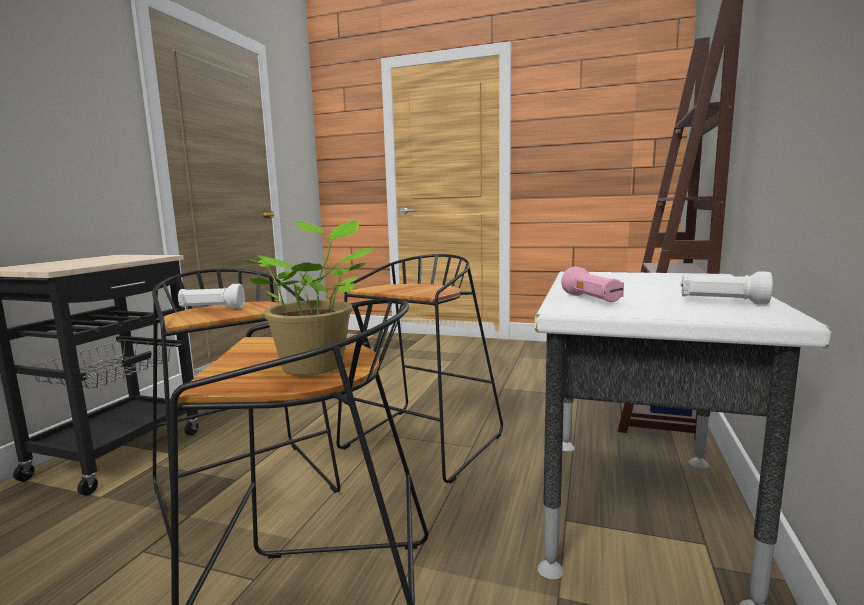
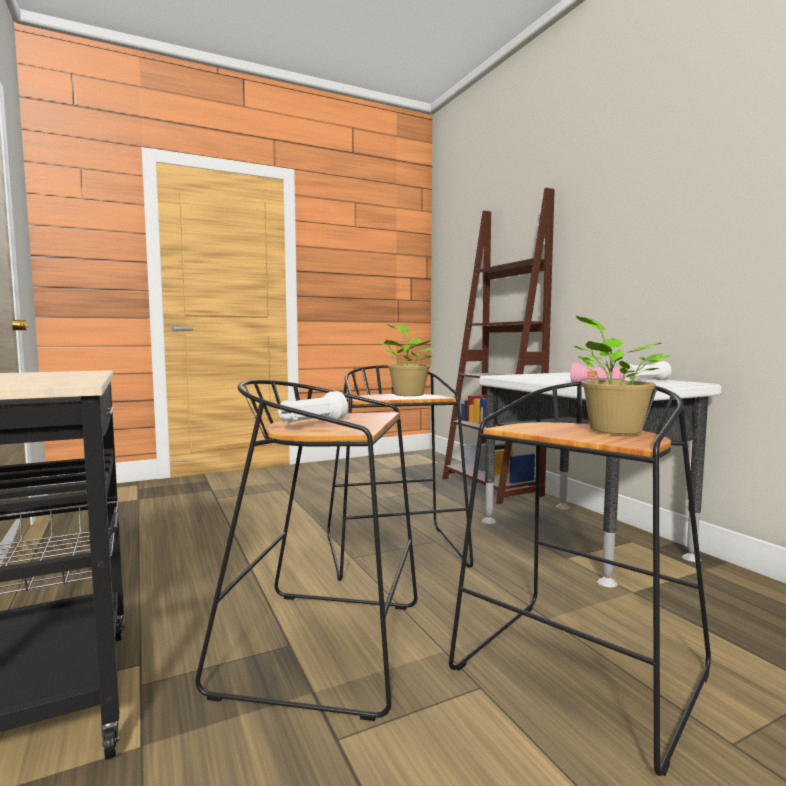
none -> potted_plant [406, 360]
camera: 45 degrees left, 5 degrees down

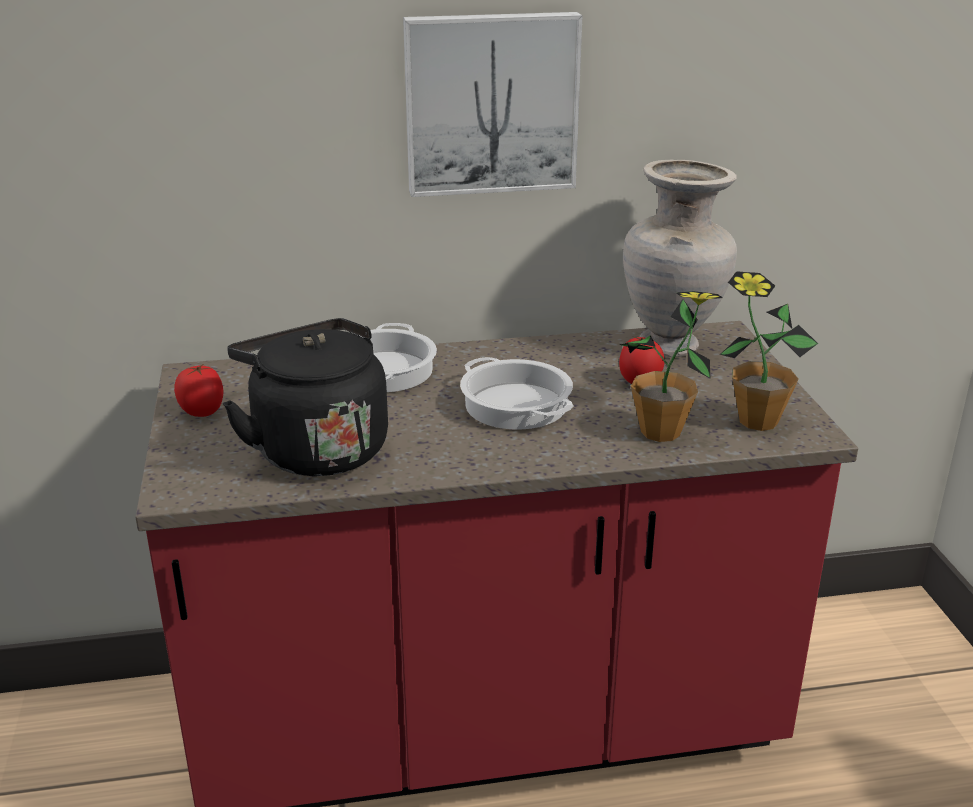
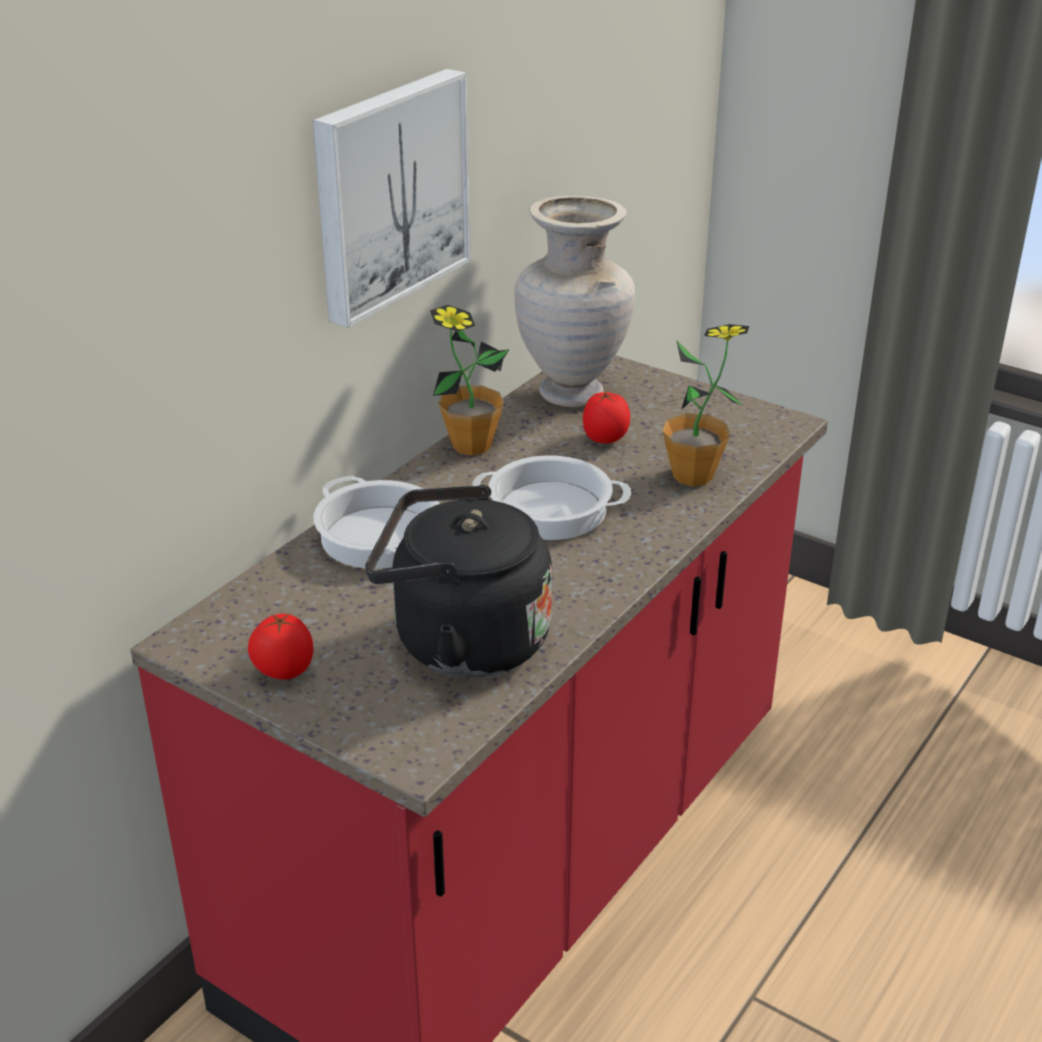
potted_plant [769, 351] -> potted_plant [469, 380], move
camera: 45 degrees left, 5 degrees up

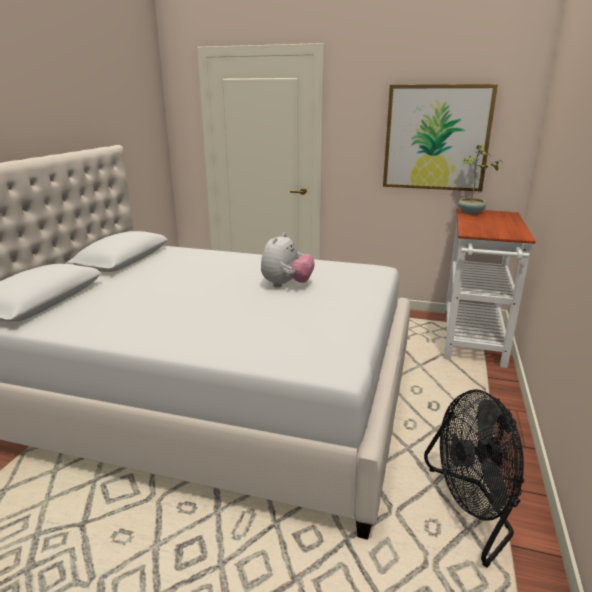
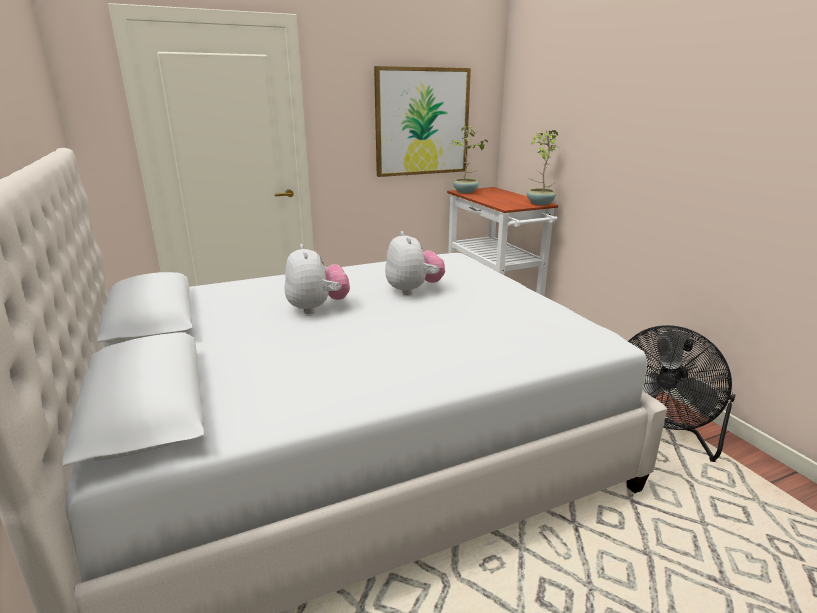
none -> plush_toy [317, 279]
none -> potted_plant [542, 167]
camera: 40 degrees left, 0 degrees up

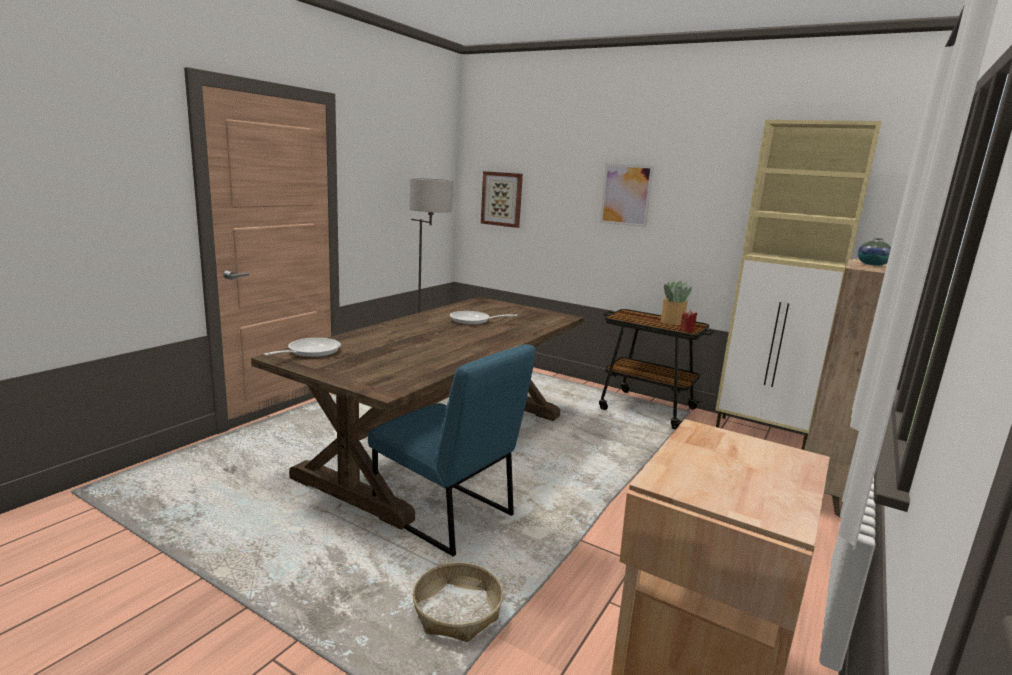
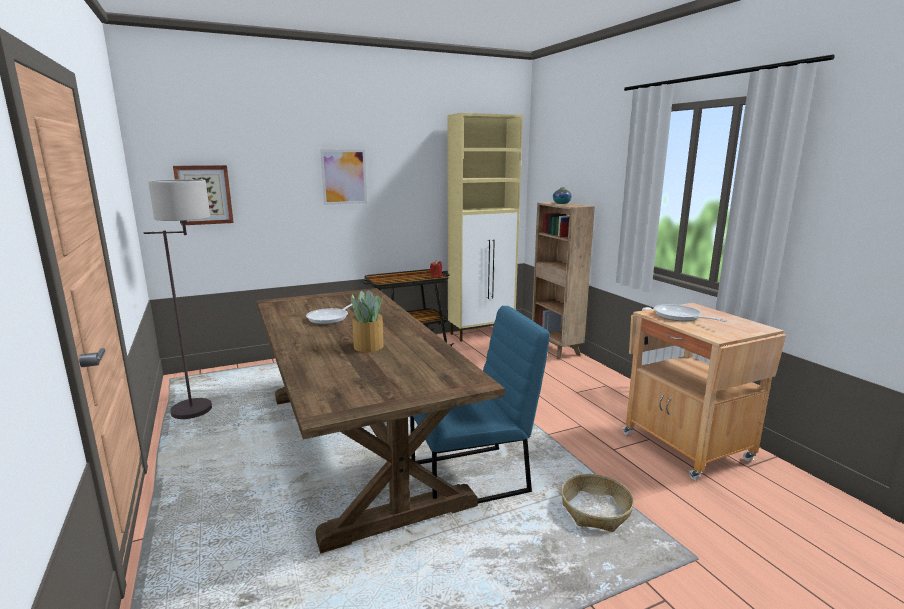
potted_plant [676, 303] -> potted_plant [367, 321], move
frying_pan [302, 347] -> frying_pan [690, 313], move
camera: 55 degrees left, 0 degrees up

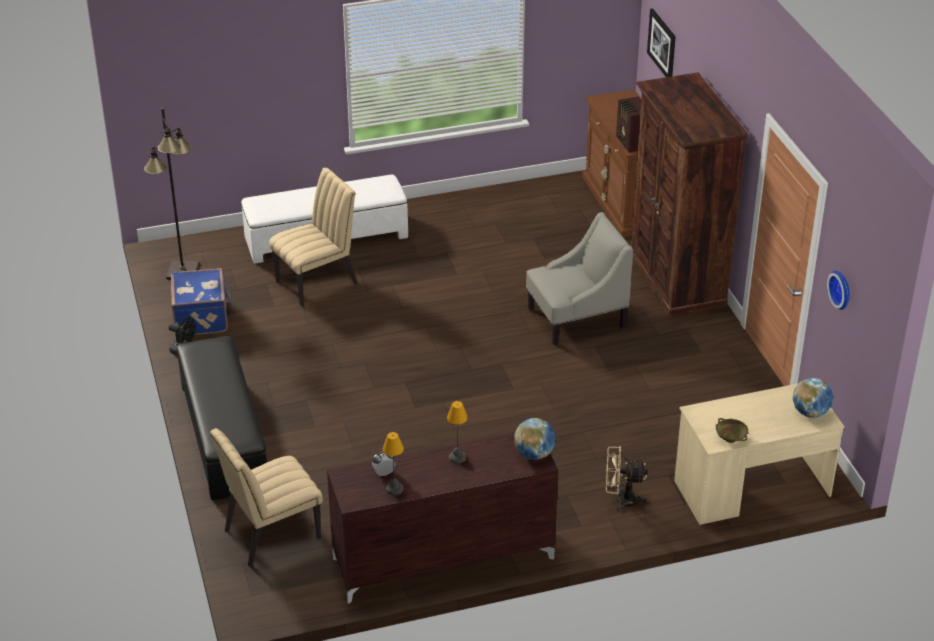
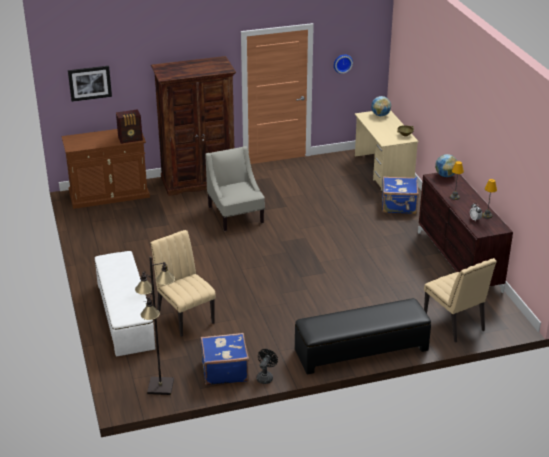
beige_fan [627, 479] -> blue_suitcase [400, 195]
camera: 90 degrees left, 5 degrees down

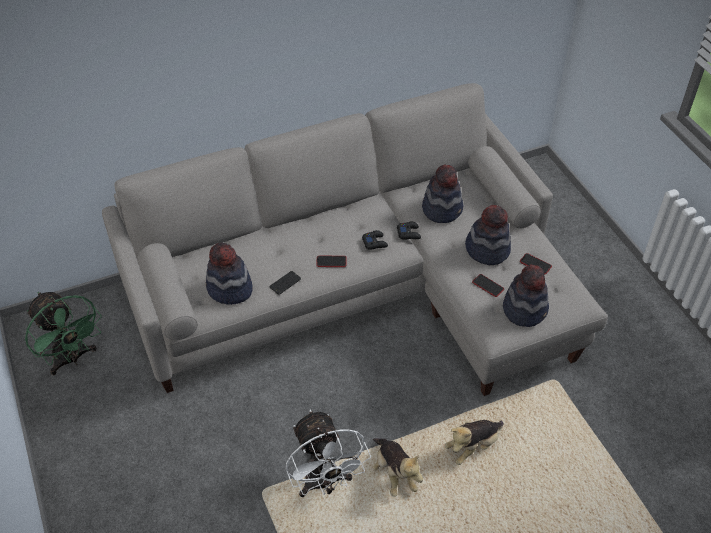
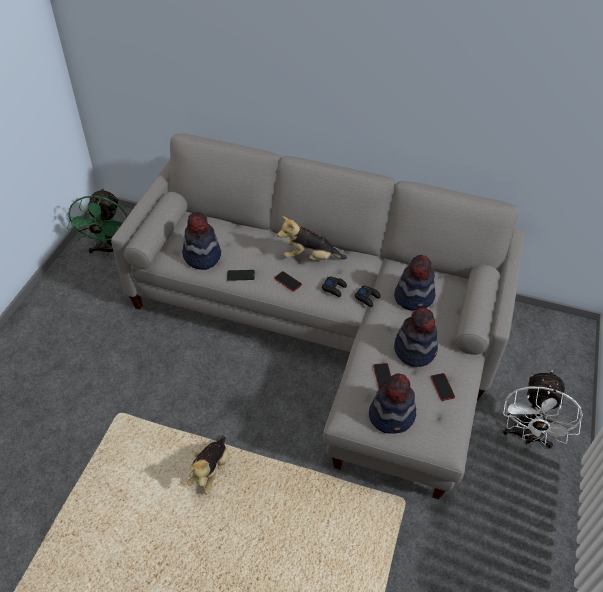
plush_toy [474, 442] -> plush_toy [312, 238], move
white_fan [328, 453] -> white_fan [543, 410], move
camera: 40 degrees right, 0 degrees up

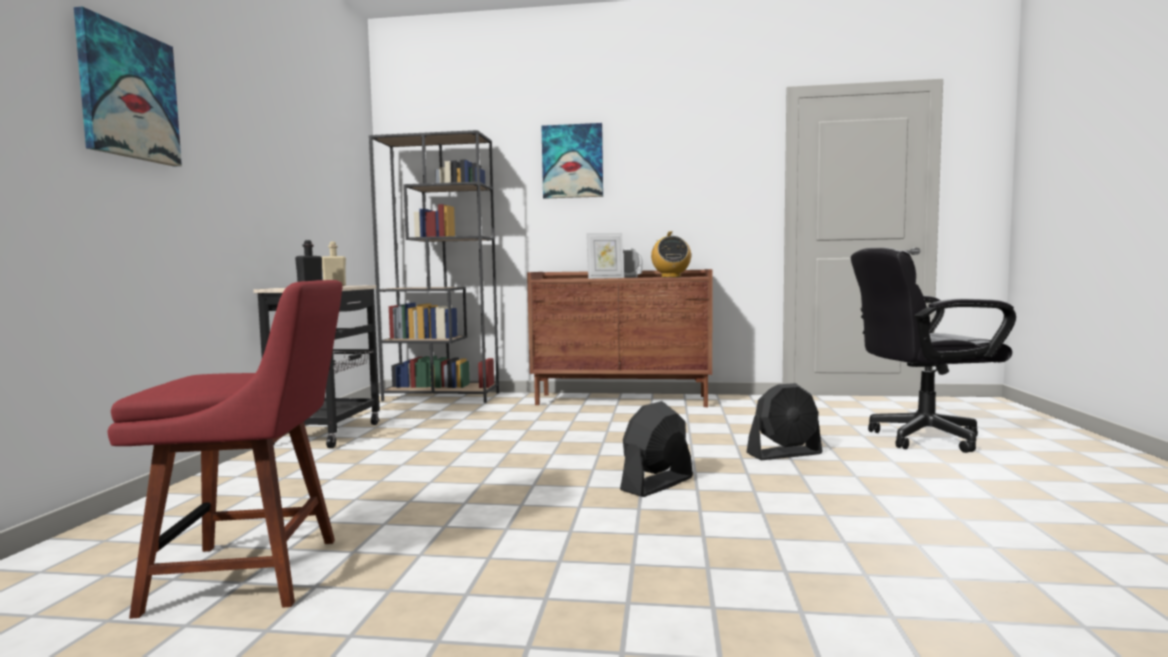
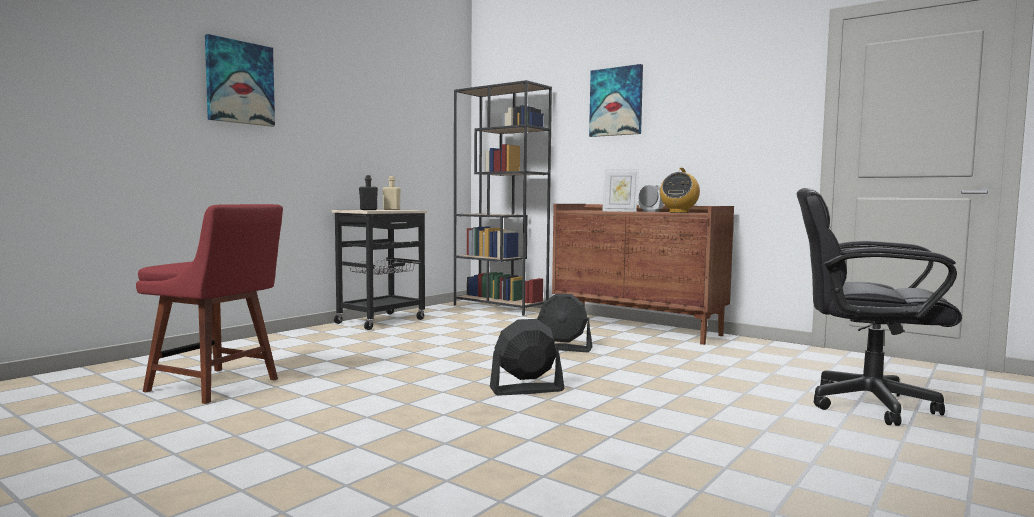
black_fan [785, 421] -> black_fan [565, 322], move
camera: 30 degrees right, 0 degrees up

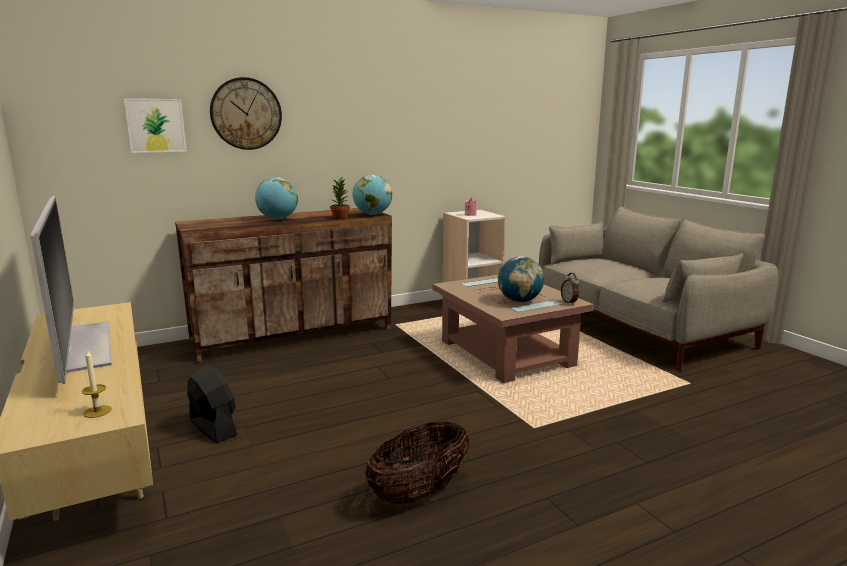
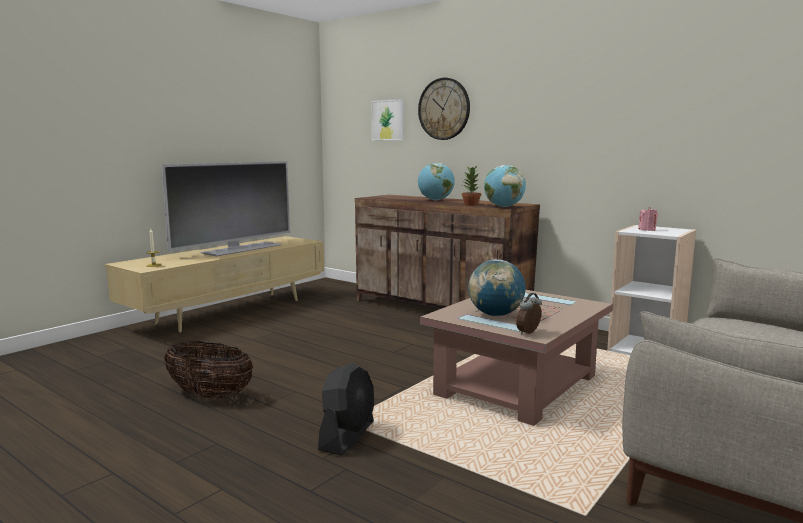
black_fan [212, 404] -> black_fan [346, 409], move
camera: 65 degrees right, 5 degrees down

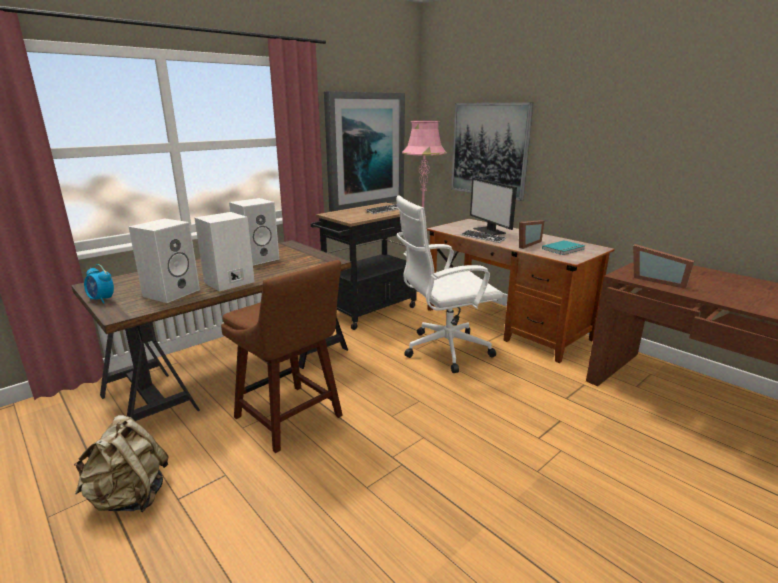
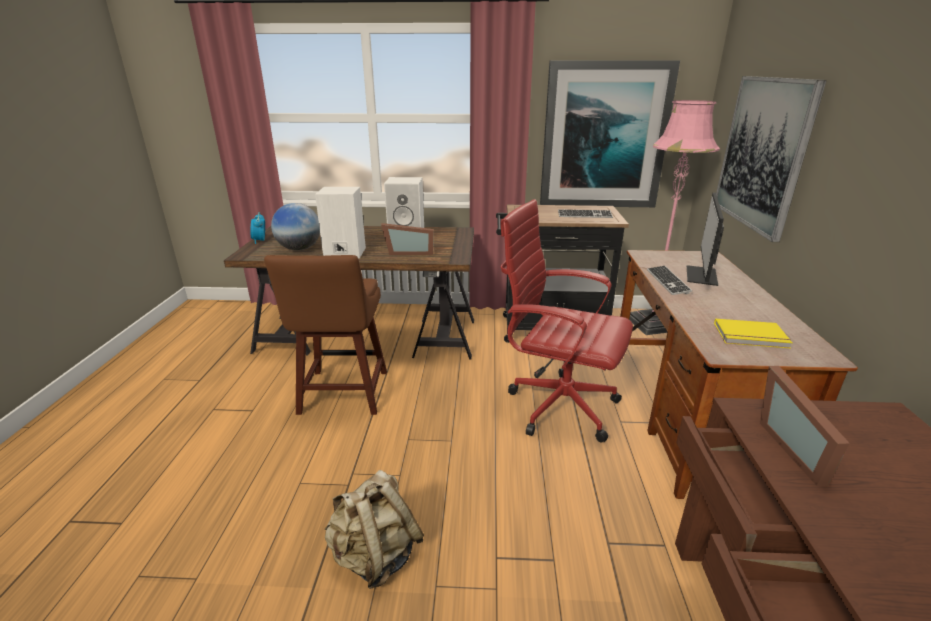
white_speaker [164, 260] -> globe [295, 226]
beige_backpack [121, 463] -> beige_backpack [374, 529], move
picture_frame [531, 234] -> picture_frame [407, 239], move
white_office_chair [449, 284] -> red_office_chair [567, 321]
turquoise_book [563, 247] -> yellow_book [753, 333]
camera: 45 degrees right, 5 degrees up

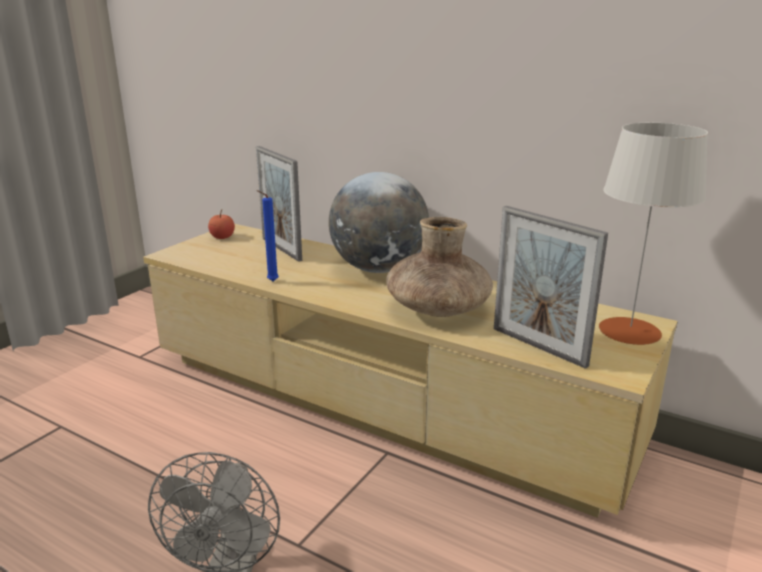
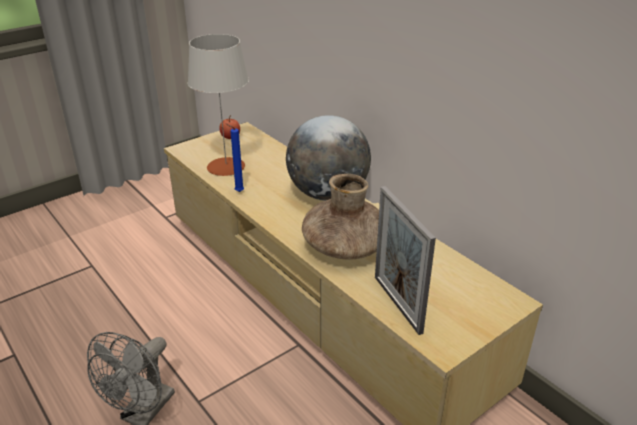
grey_table_lamp [653, 234] -> grey_table_lamp [218, 105], move
picture_frame [279, 204] -> none
camera: 20 degrees right, 10 degrees up

